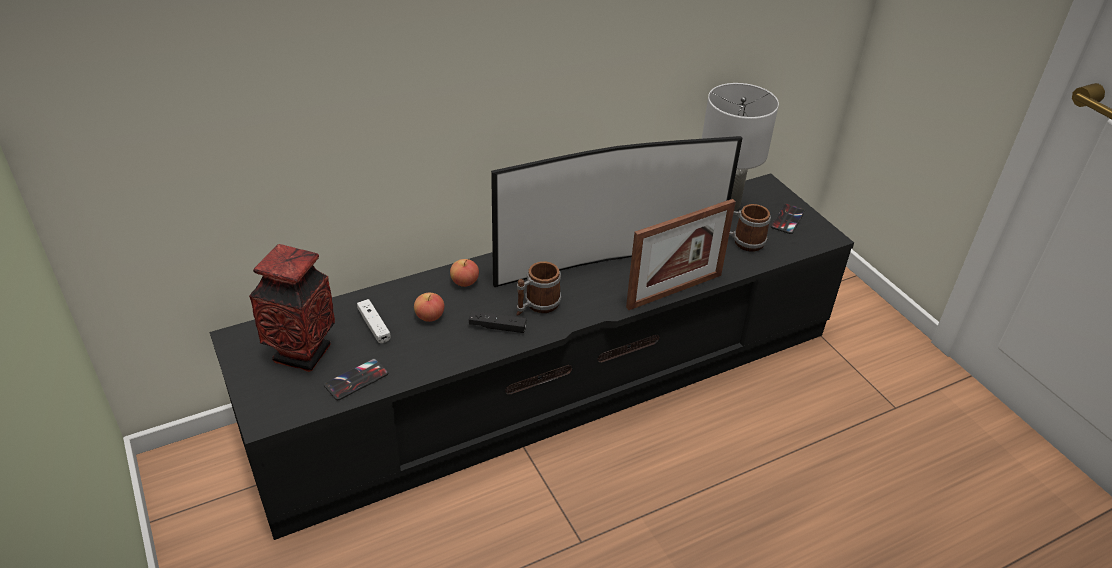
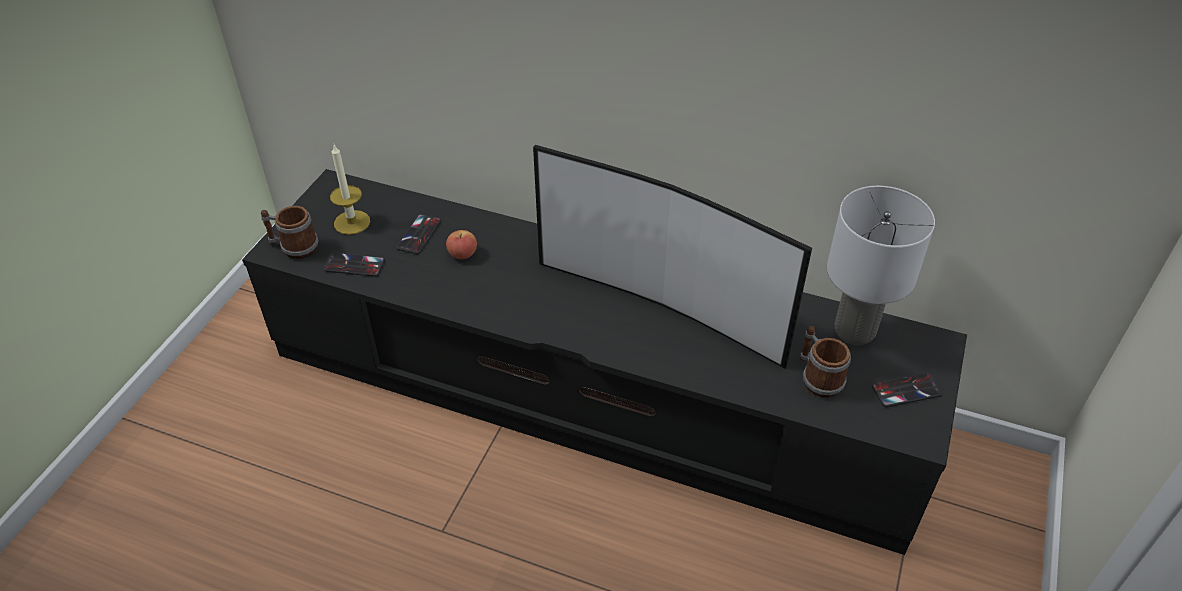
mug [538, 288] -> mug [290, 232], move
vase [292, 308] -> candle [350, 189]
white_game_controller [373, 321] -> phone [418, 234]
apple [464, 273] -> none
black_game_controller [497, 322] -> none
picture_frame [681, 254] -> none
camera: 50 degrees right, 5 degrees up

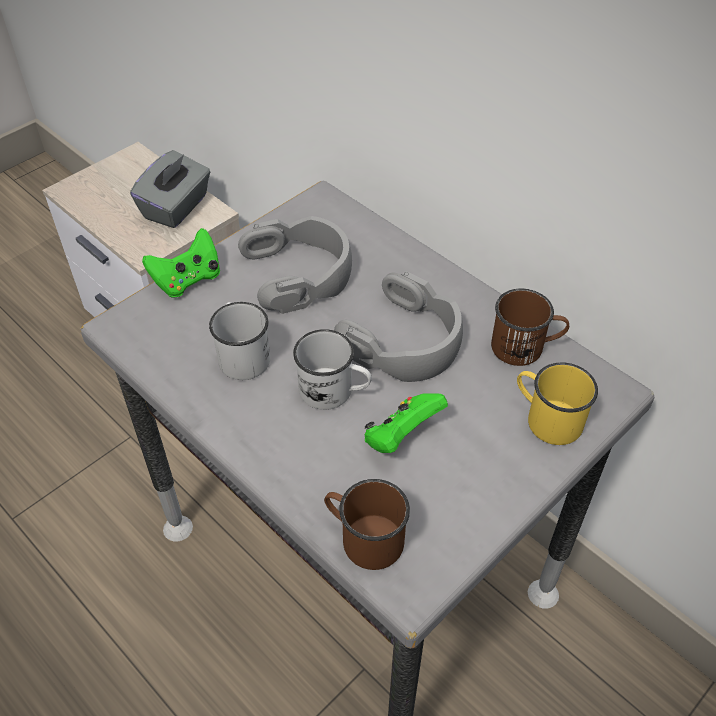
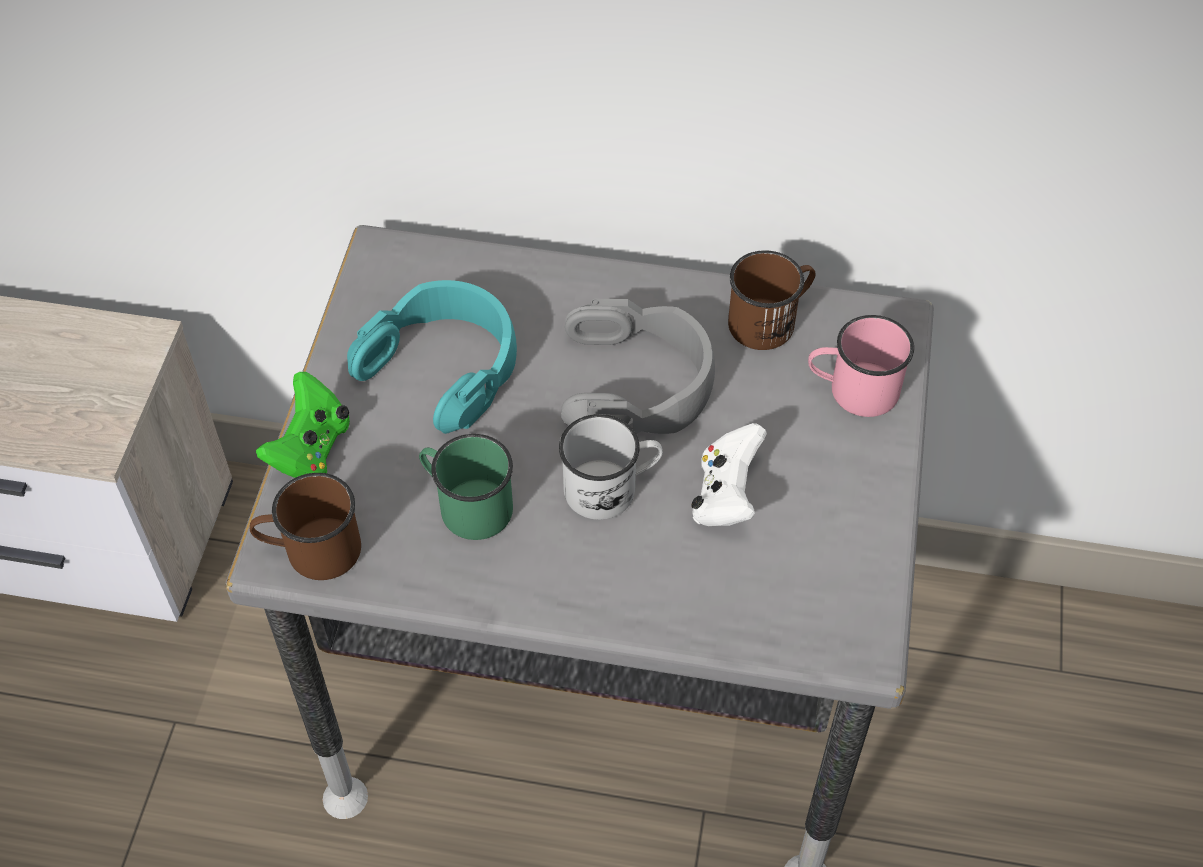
brown_mug [367, 524] -> brown_mug [305, 526], move
grey_headphones [295, 265] -> turquoise_headphones [432, 357]
white_mug [239, 341] -> green_mug [466, 487]
green_game_controller [406, 423] -> white_game_controller [729, 474]
yellow_mug [557, 403] -> pink_mug [861, 366]
grey_tissue_box [170, 189] -> none
camera: 35 degrees left, 5 degrees up

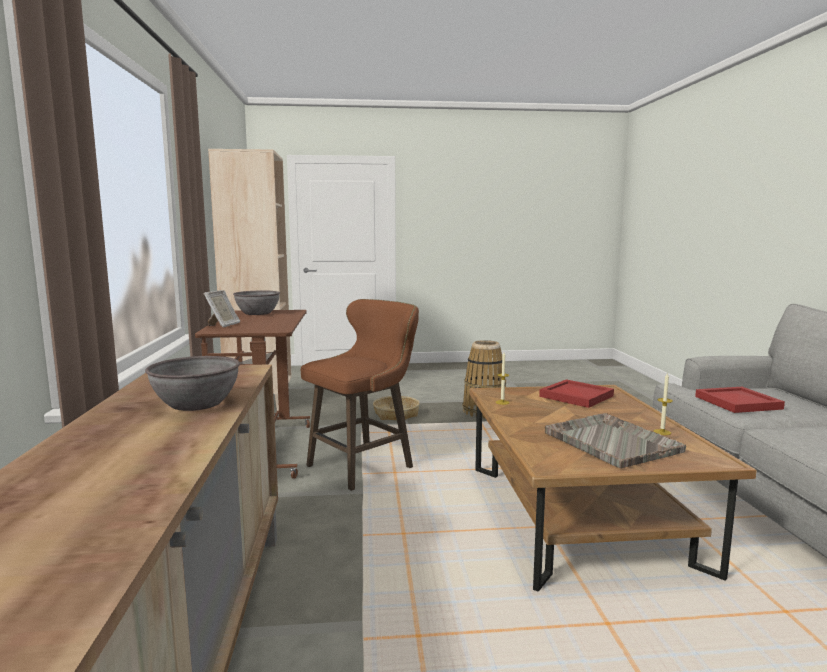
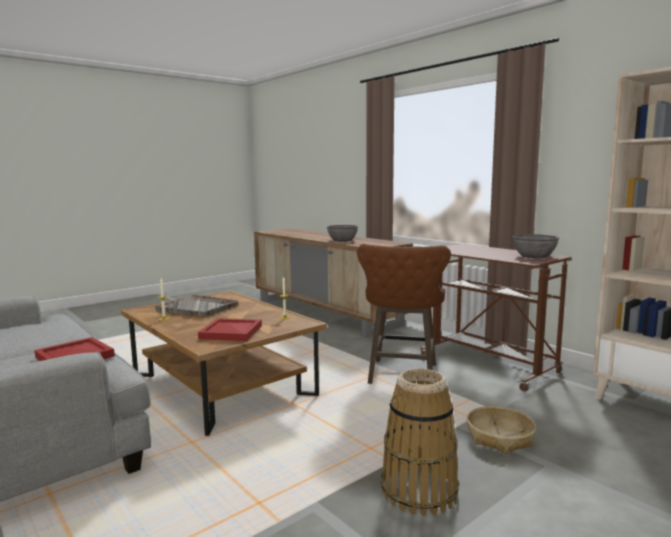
picture_frame [222, 308] -> none
camera: 145 degrees right, 0 degrees up

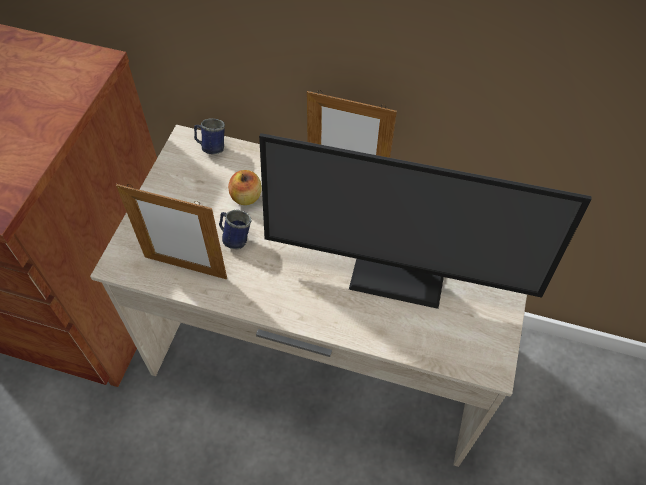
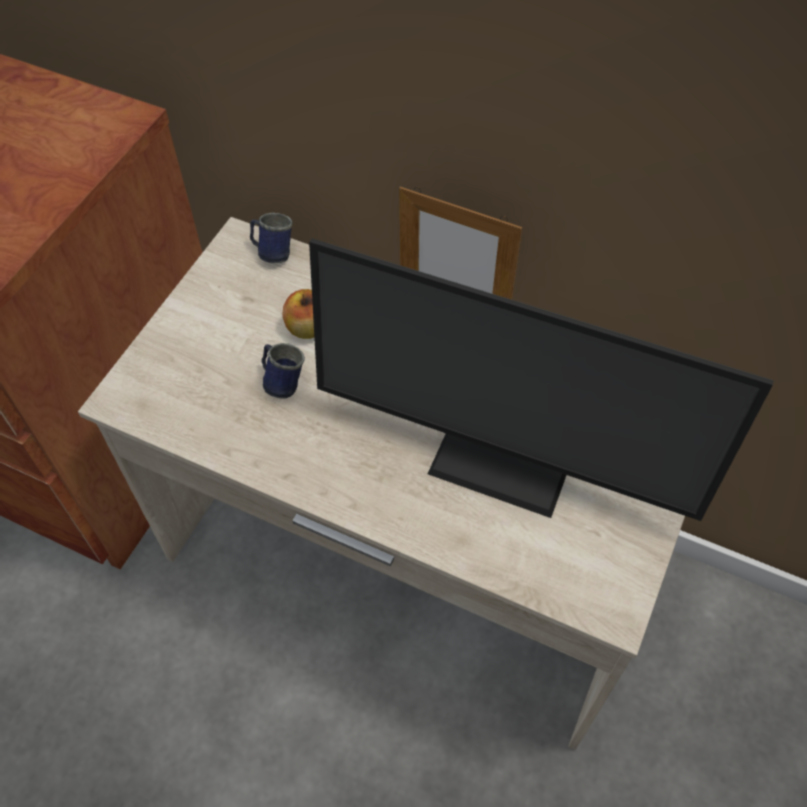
picture_frame [171, 231] -> none
camera: 10 degrees right, 0 degrees up

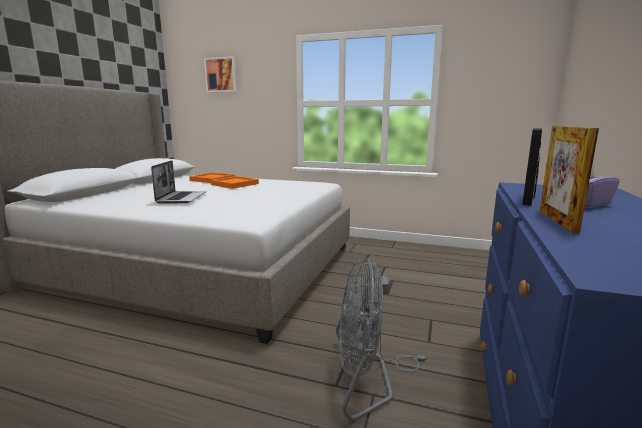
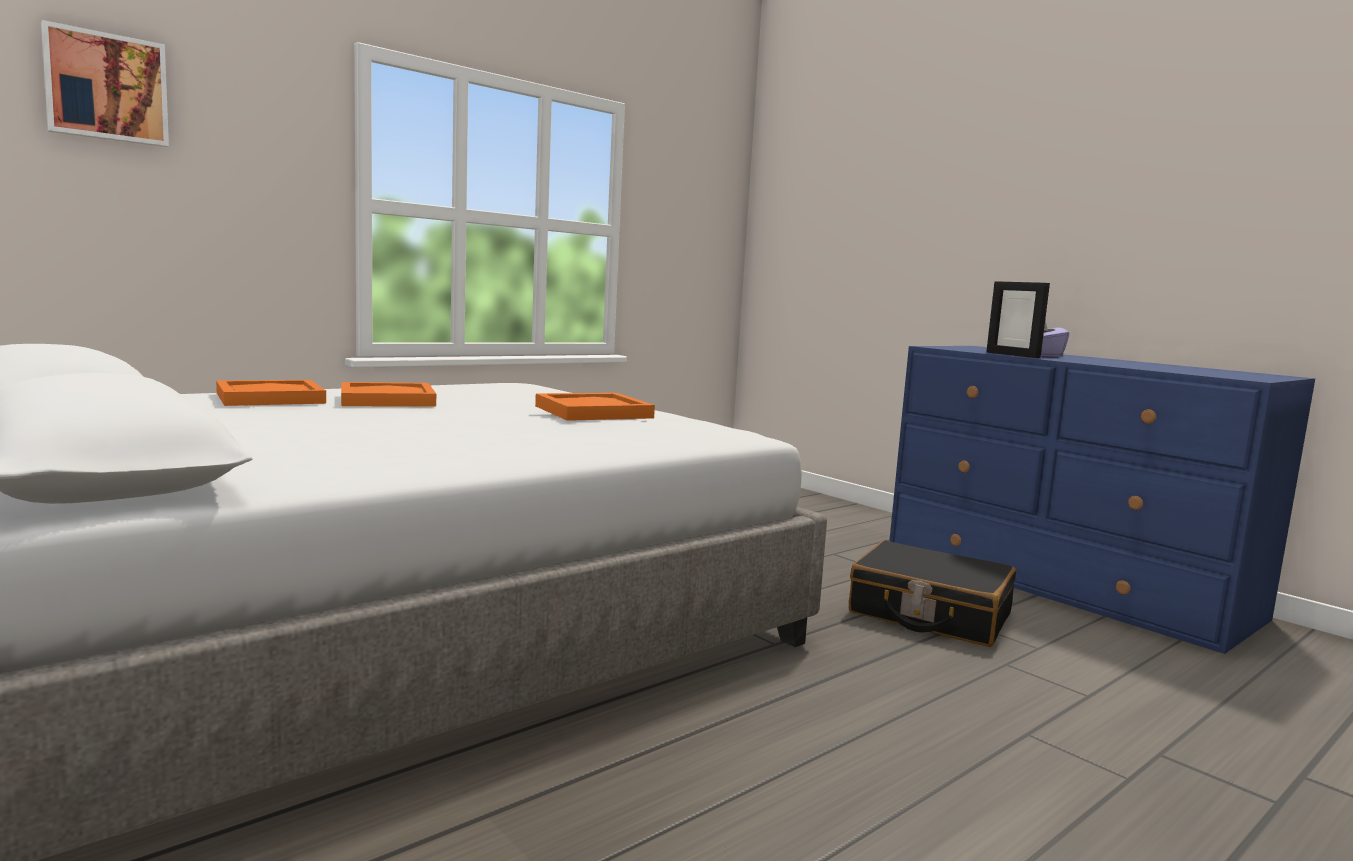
none -> orange_tray [595, 407]
grey_fan [381, 341] -> black_suitcase [932, 593]
laptop [179, 182] -> none
picture_frame [569, 180] -> none
camera: 60 degrees left, 5 degrees down

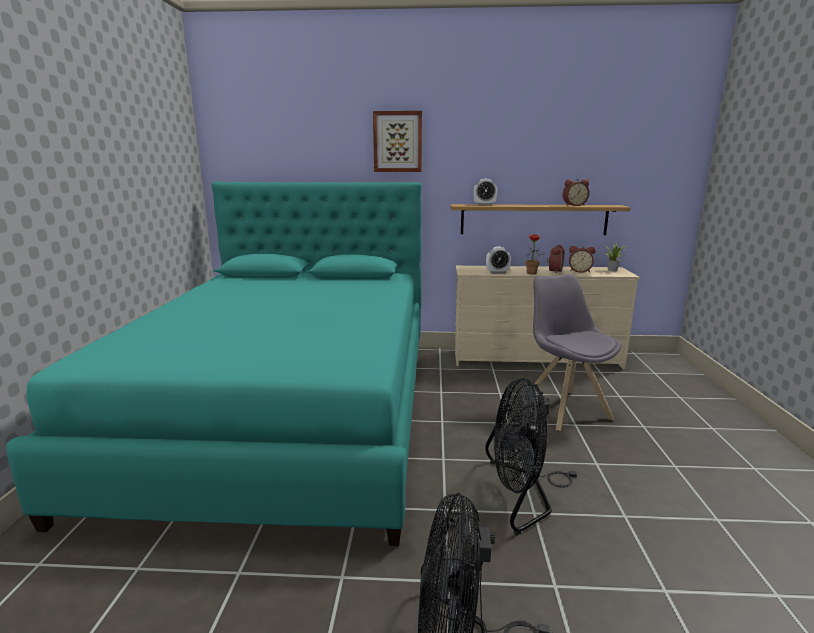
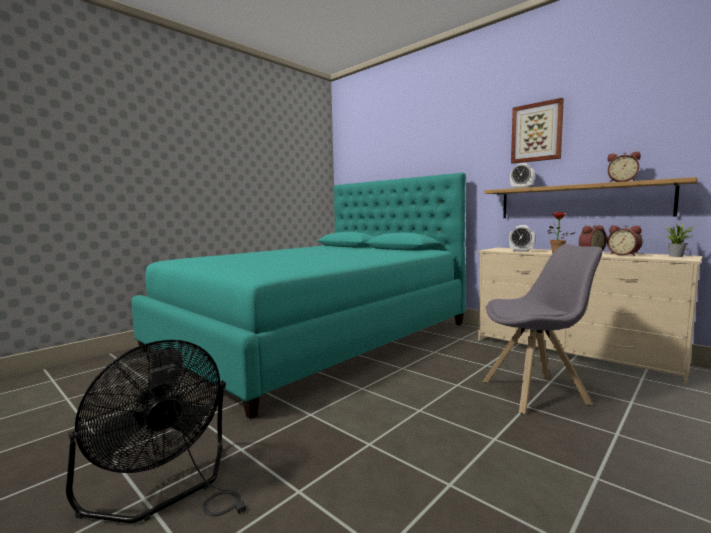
grey_chair [577, 352] -> grey_chair [543, 329], 60 degrees clockwise
picture [397, 141] -> picture [537, 131], move
black_fan [532, 457] -> none
camera: 40 degrees right, 10 degrees down

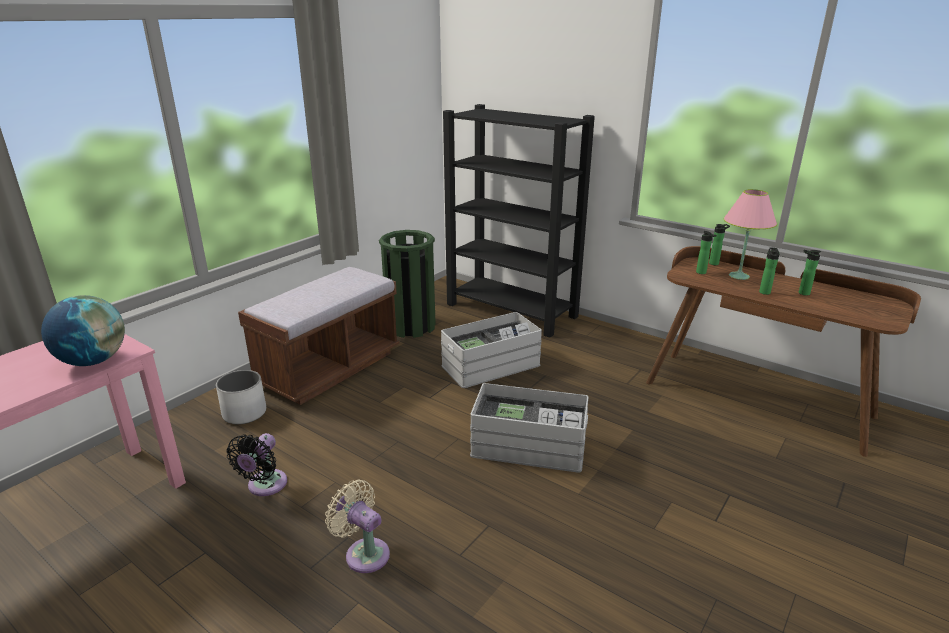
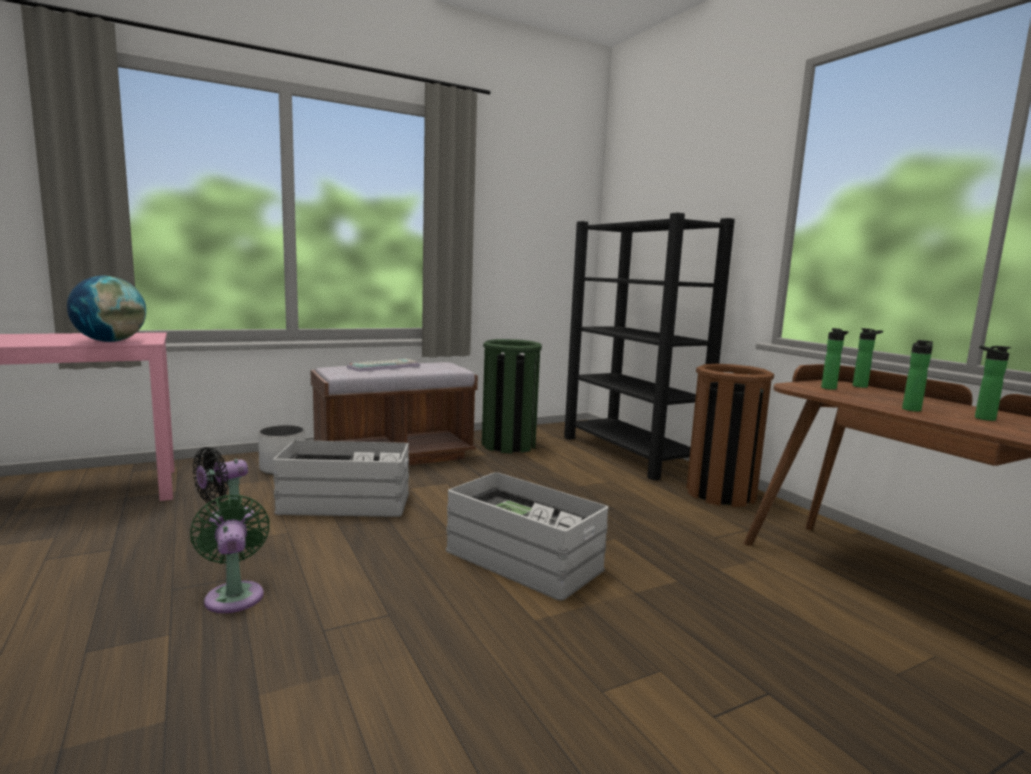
beige_fan [357, 526] -> green_fan [230, 554]
grey_storage_box [491, 350] -> grey_storage_box [341, 478], move
none -> keyboard [383, 365]
none -> brown_trash_can [730, 435]
pink_table_lamp [750, 234] -> none
camera: 25 degrees right, 15 degrees down

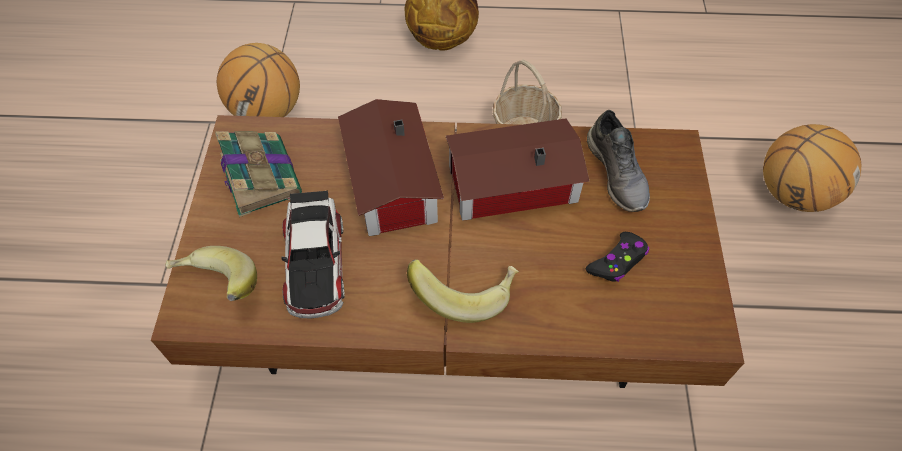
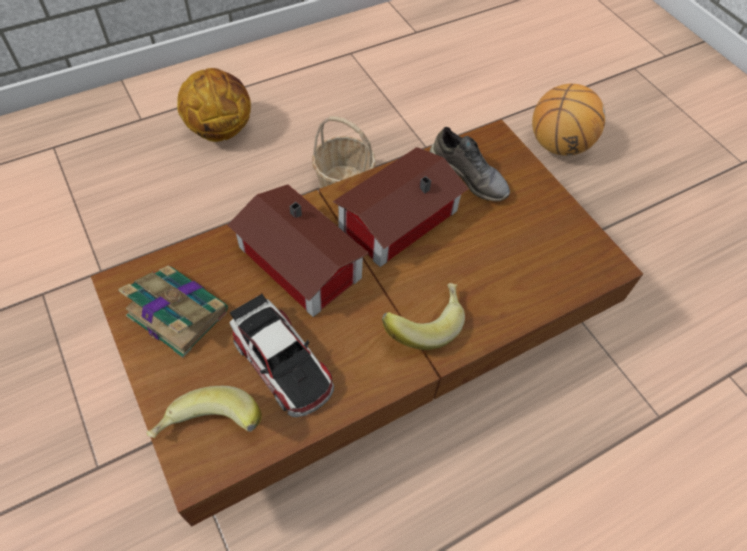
basketball [258, 80] -> none
black_game_controller [617, 257] -> none
camera: 35 degrees left, 0 degrees up

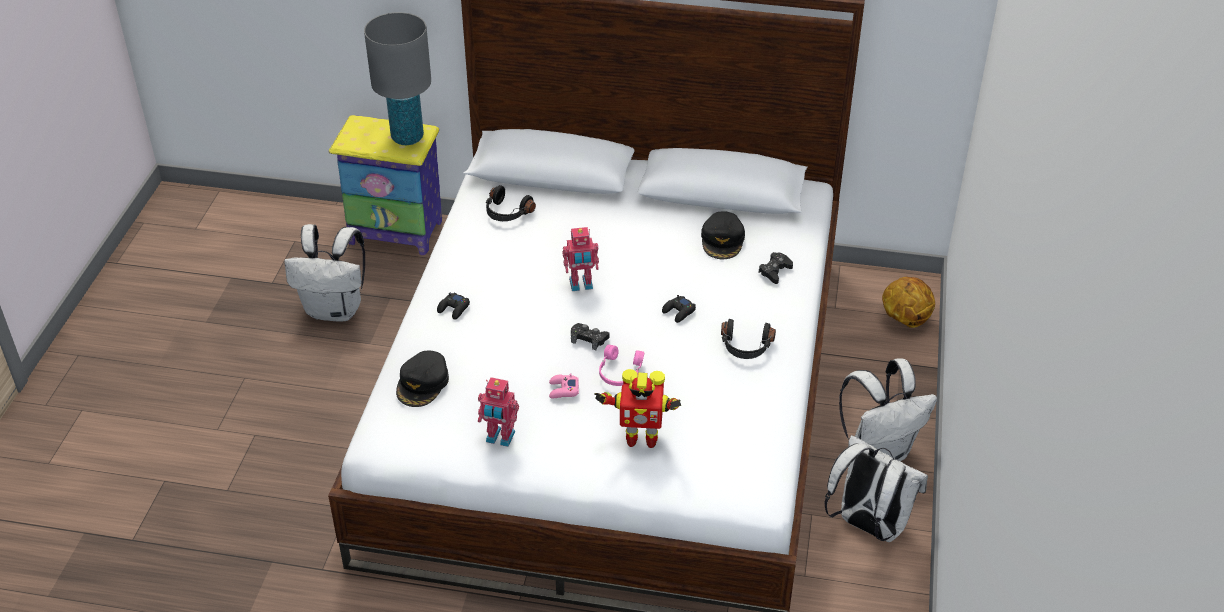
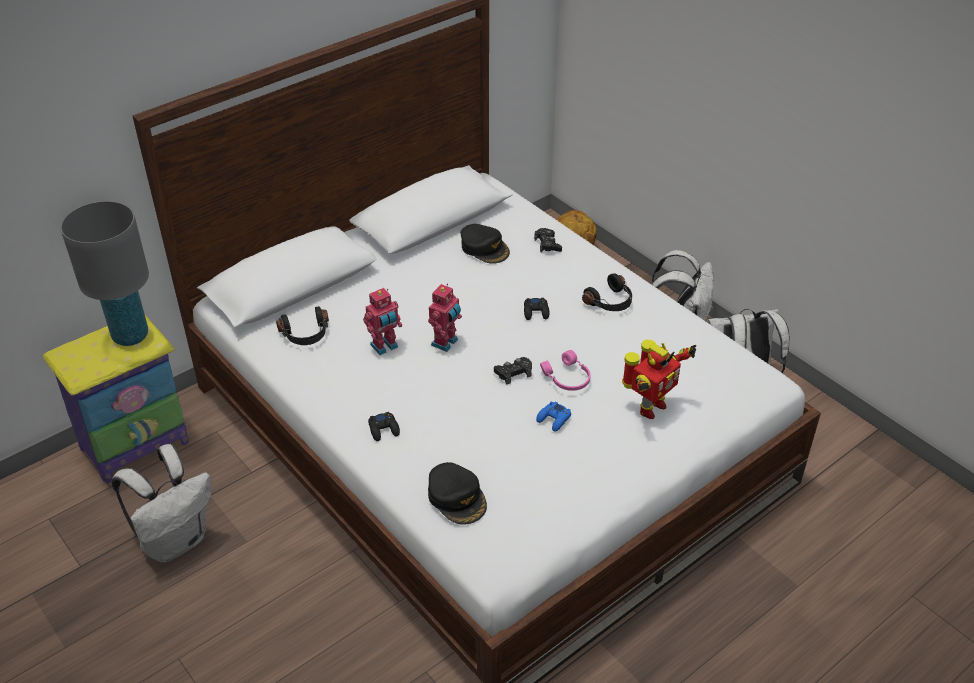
toy_robot [498, 412] -> toy_robot [382, 321], move
pink_game_controller [564, 385] -> blue_game_controller [553, 417]
camera: 50 degrees left, 0 degrees up

